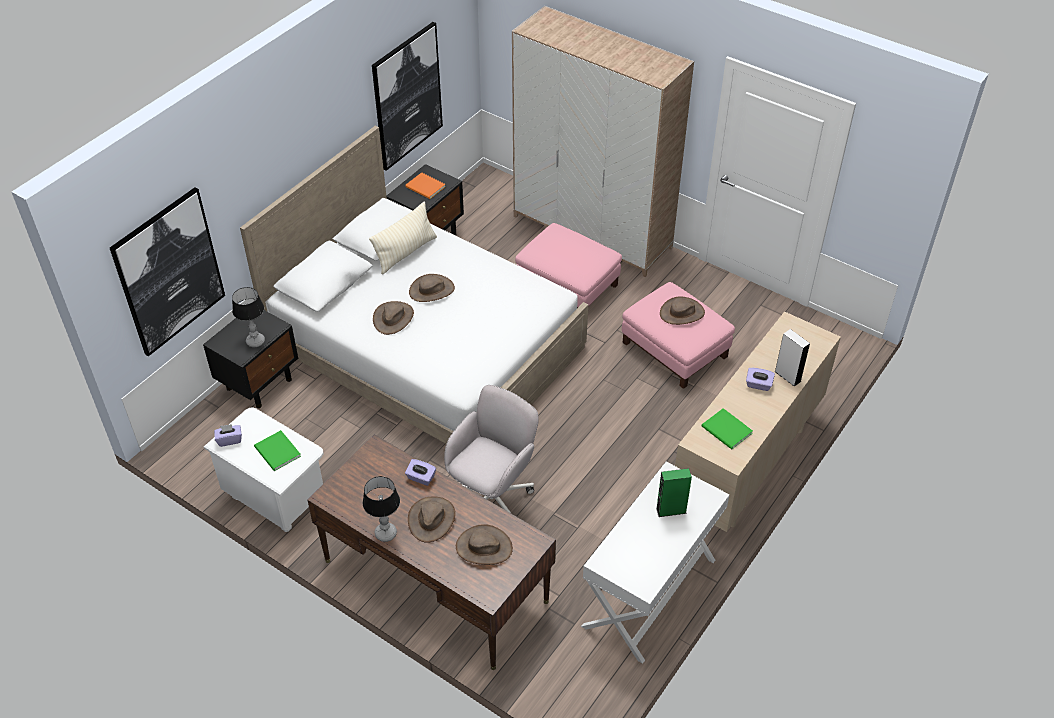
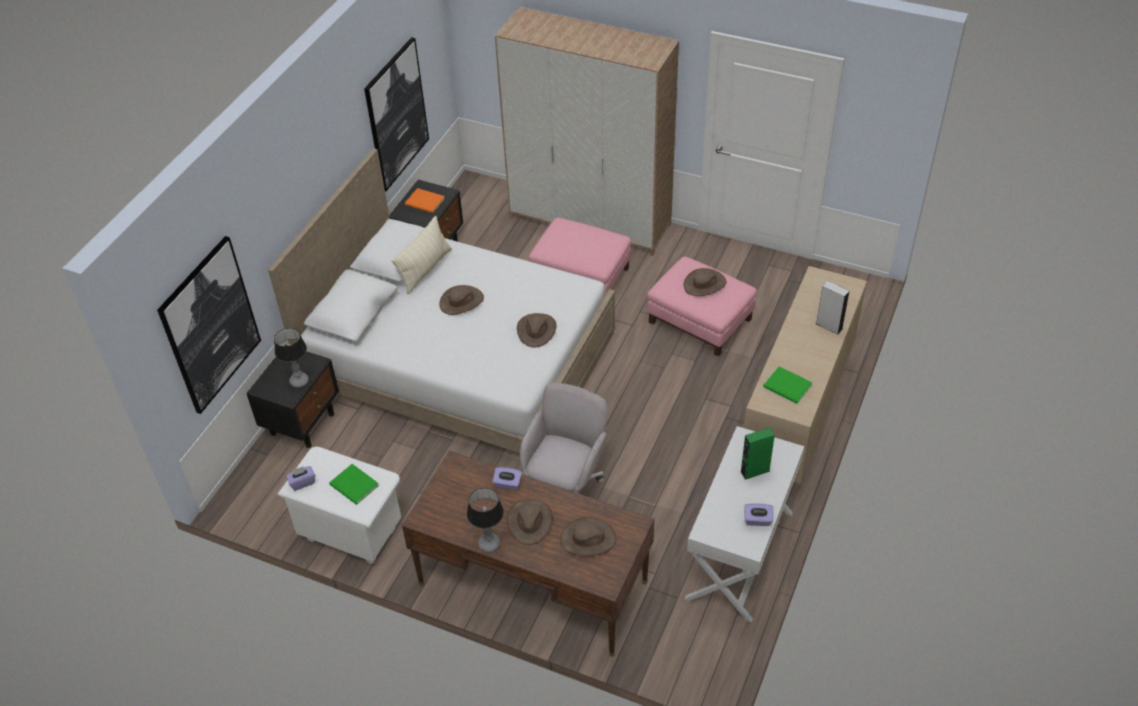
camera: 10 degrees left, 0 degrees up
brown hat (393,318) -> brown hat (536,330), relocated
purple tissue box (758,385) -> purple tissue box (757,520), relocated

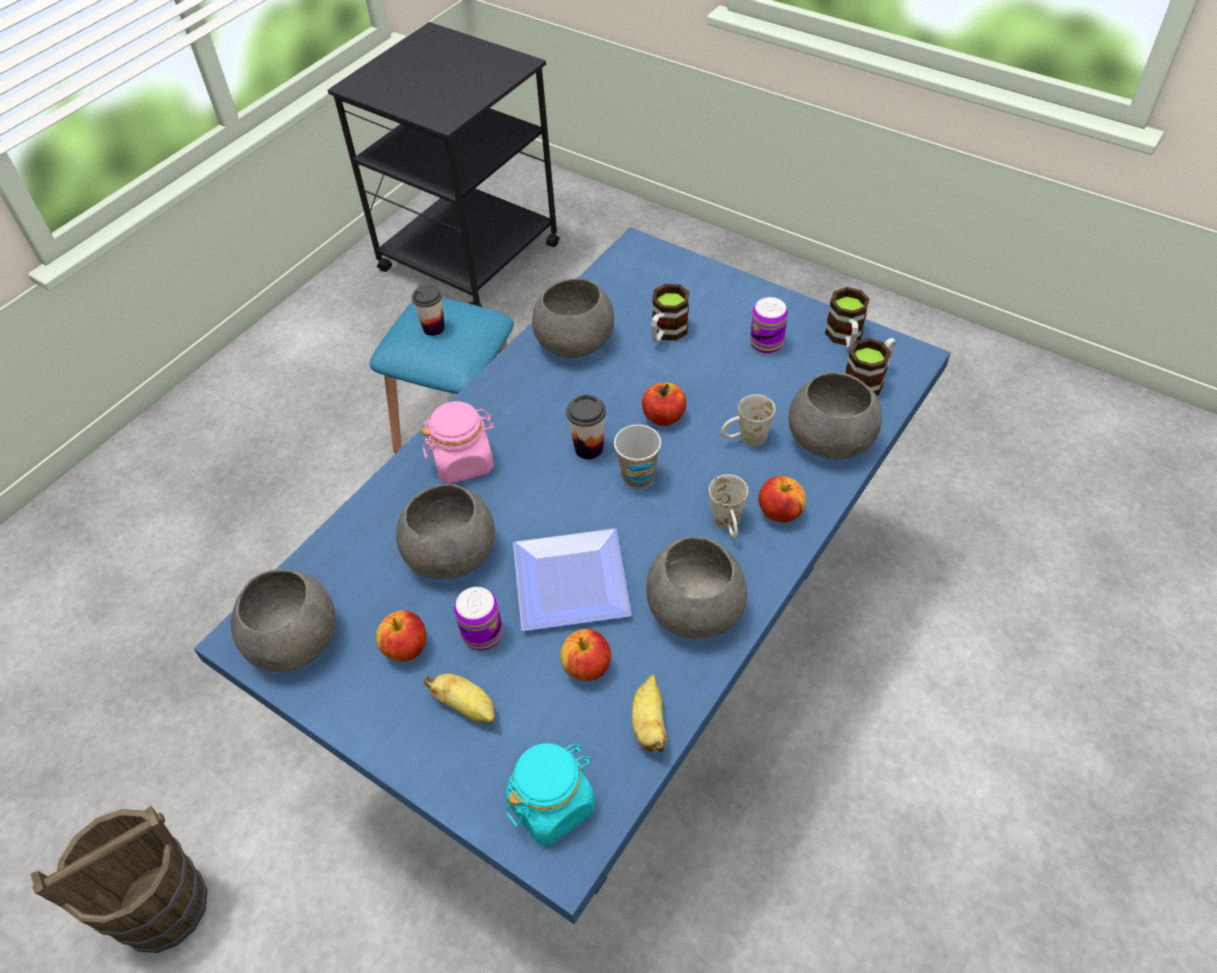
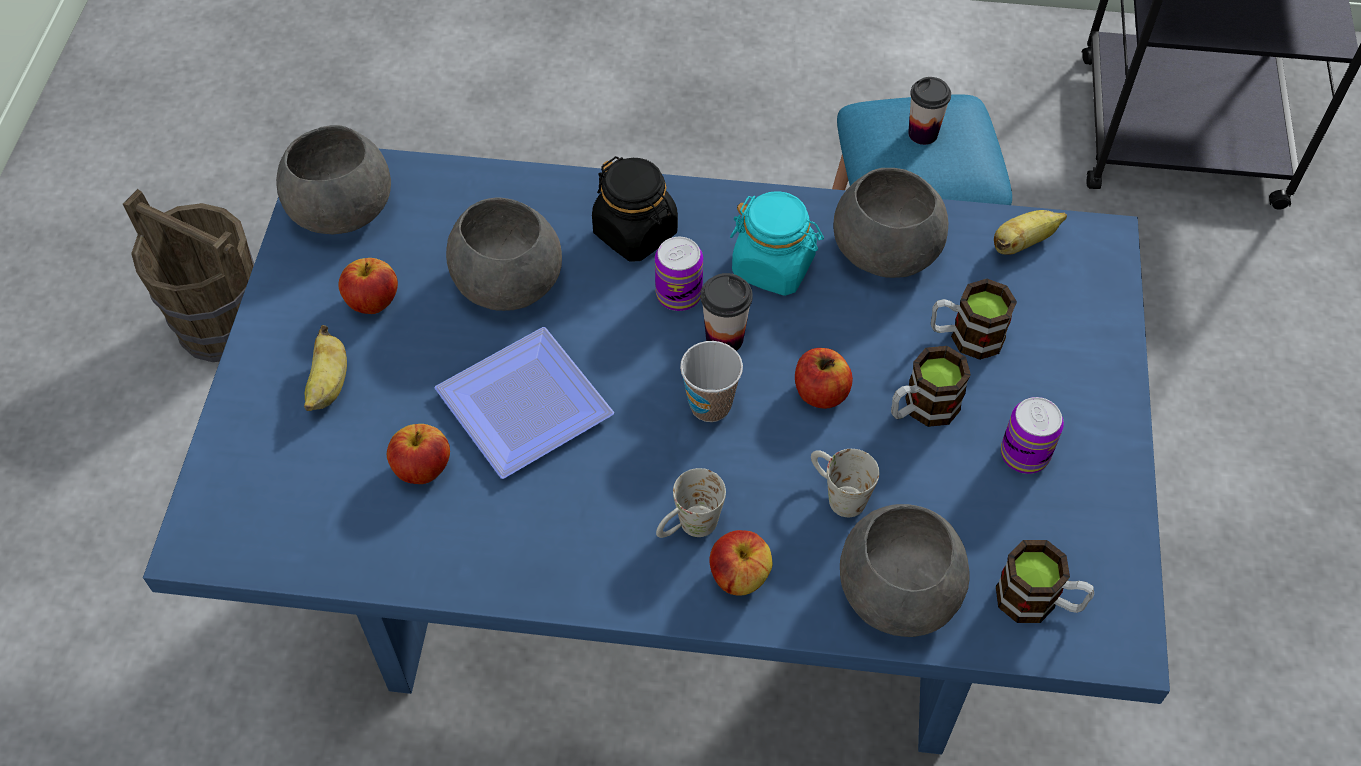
camera: 60 degrees right, 5 degrees up
pink jar (464,461) -> black jar (636,233)
can (482,634) -> can (679,294), relocated
turquoise jar (552,804) -> turquoise jar (774,266), relocated
mug (845,338) -> mug (922,409), relocated
banana (649,724) -> banana (1023,243), relocated
grey bowl (694,606) -> none

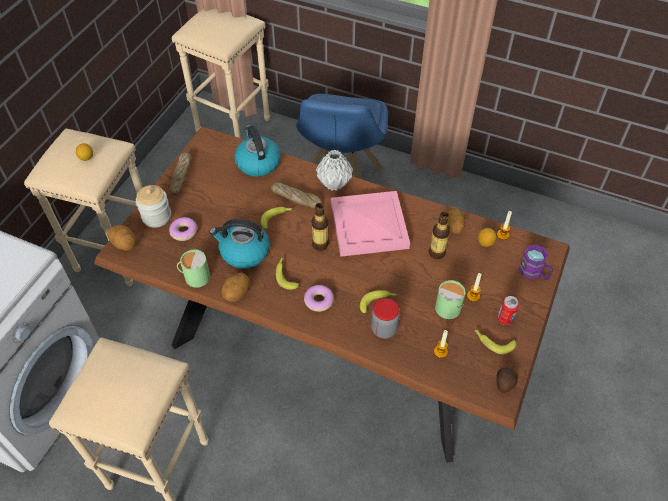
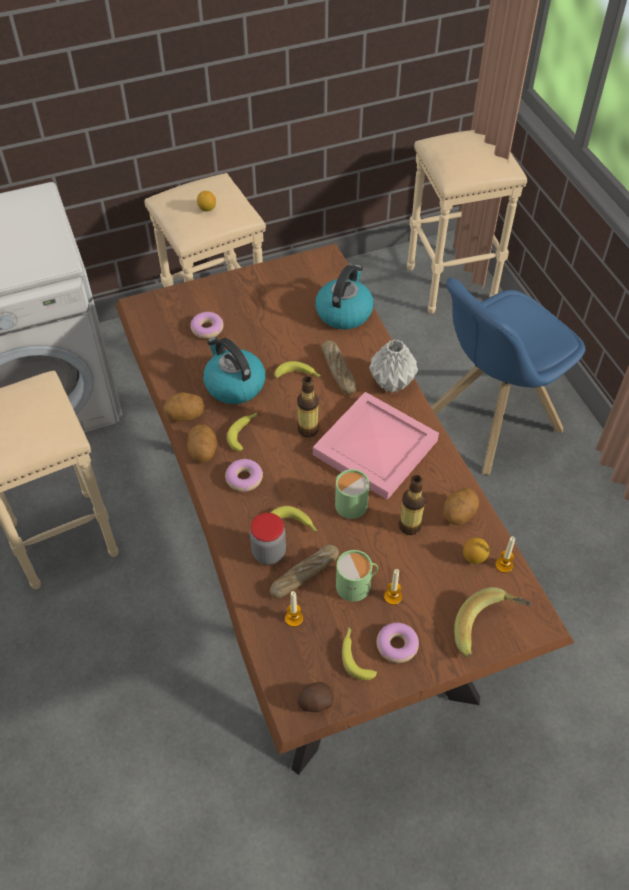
camera: 45 degrees right, 0 degrees up
potato (124,244) -> potato (203,452), relocated
bread (181,176) -> bread (305,575), relocated
green mug (194,276) -> green mug (349,502), relocated
can (505,318) -> donut (397,645)
purple mug (534,273) -> banana (488,630)
jar (156,216) -> none

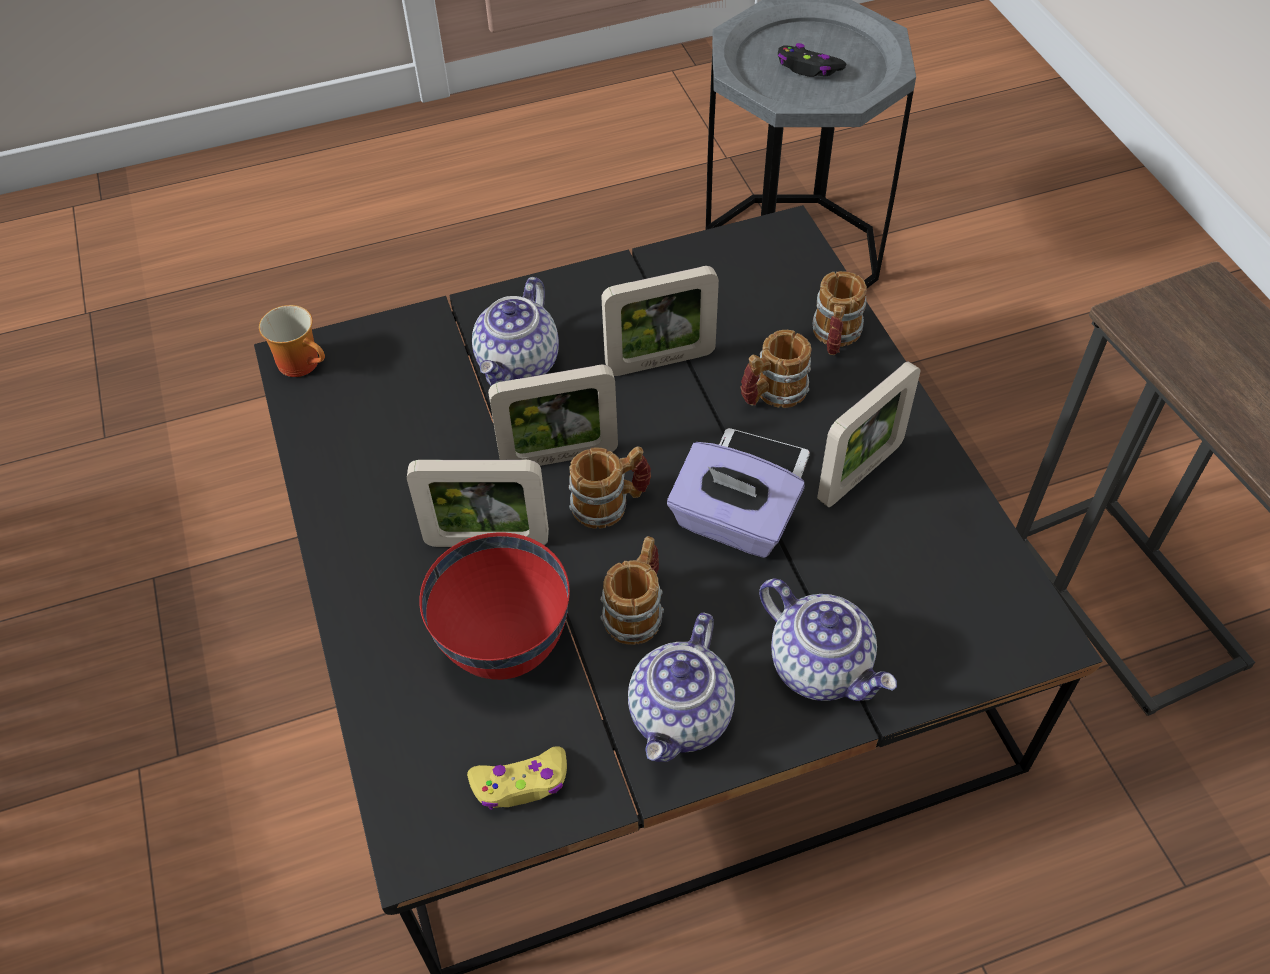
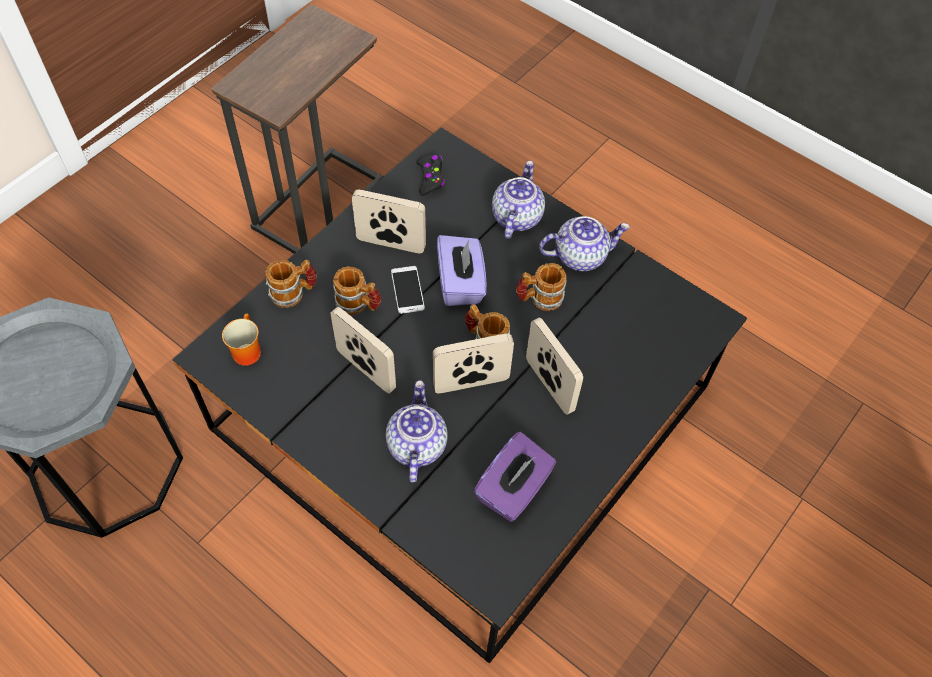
camera: 125 degrees left, 5 degrees up
mug (304,362) -> mug (245,350), relocated
teapot (519,365) -> teapot (416,445), 75 degrees counterclockwise
black game controller (808,68) -> black game controller (430,178), relocated
picture frame (559,457) -> picture frame (471,383), 60 degrees counterclockwise
none -> purple tissue box (513,489)
red bowl (506,645) -> none
yellow game controller (521,784) -> none

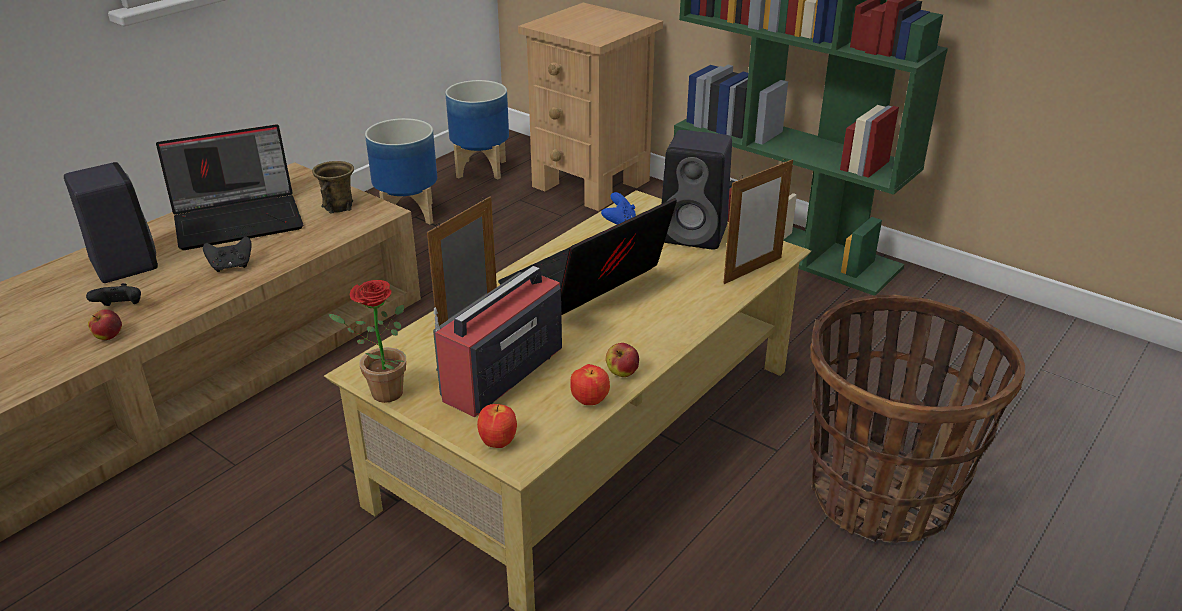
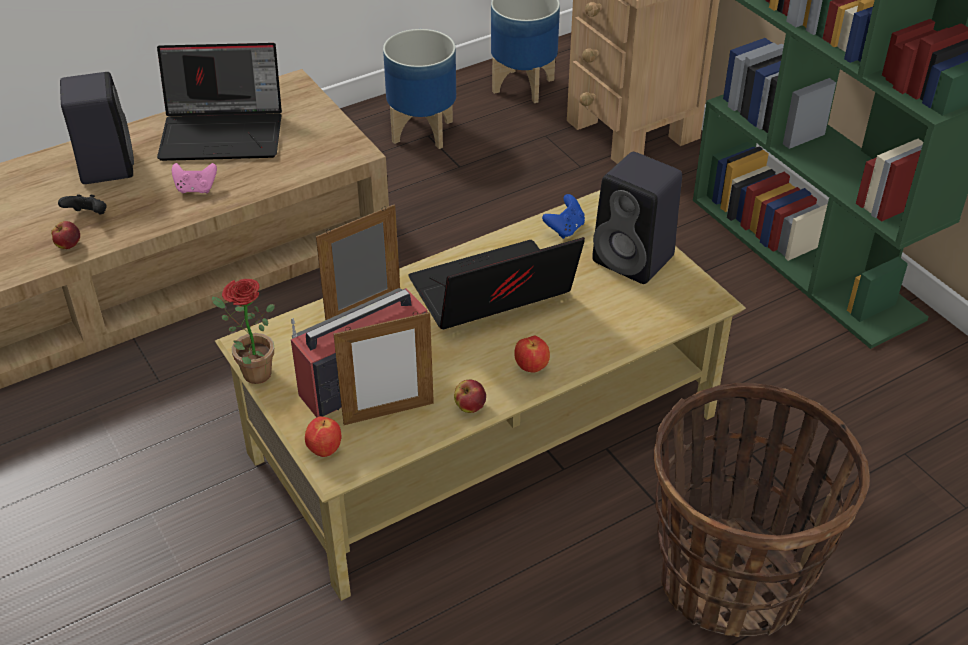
camera: 20 degrees right, 10 degrees up
black game controller (231,266) -> pink game controller (196,189)
picture frame (752,270) -> picture frame (388,413), relocated
apple (590,401) -> apple (531,368), relocated
brown mug (339,206) -> none

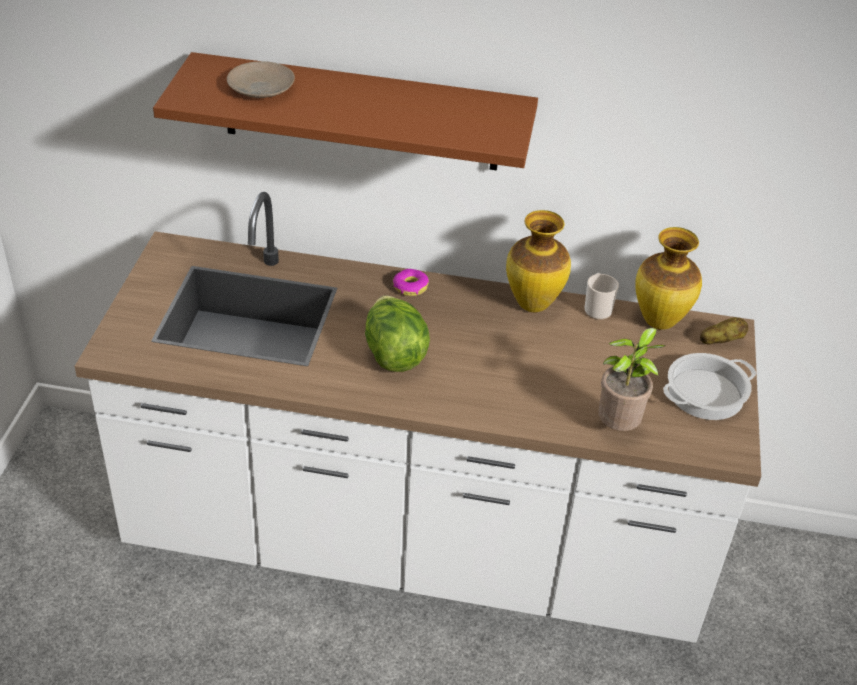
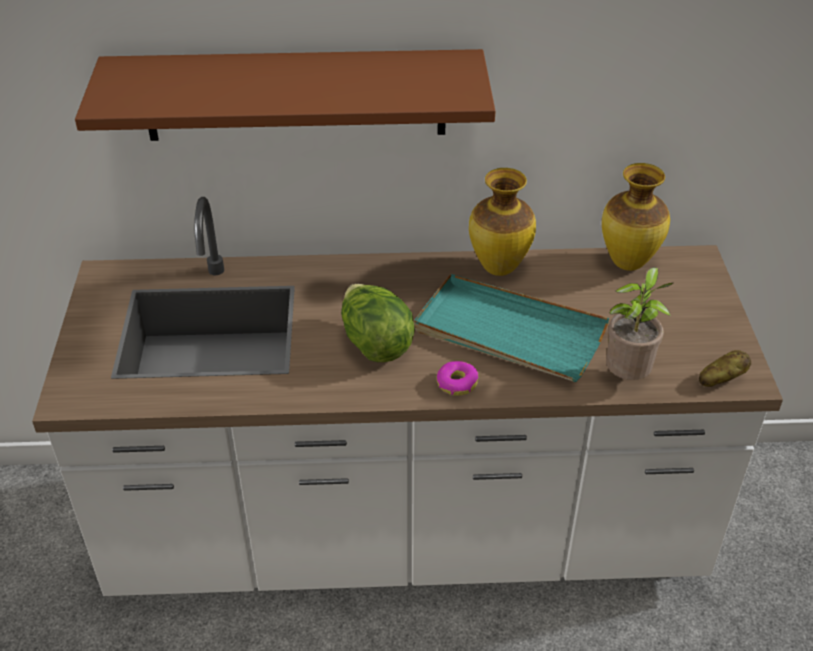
camera: 10 degrees left, 0 degrees up
none -> turquoise tray (508,332)
donut (410,287) -> donut (456,383), relocated
potato (721,341) -> potato (721,379), relocated
beige plate (261,88) -> none
mug (597,308) -> none
cooking pot (705,394) -> none

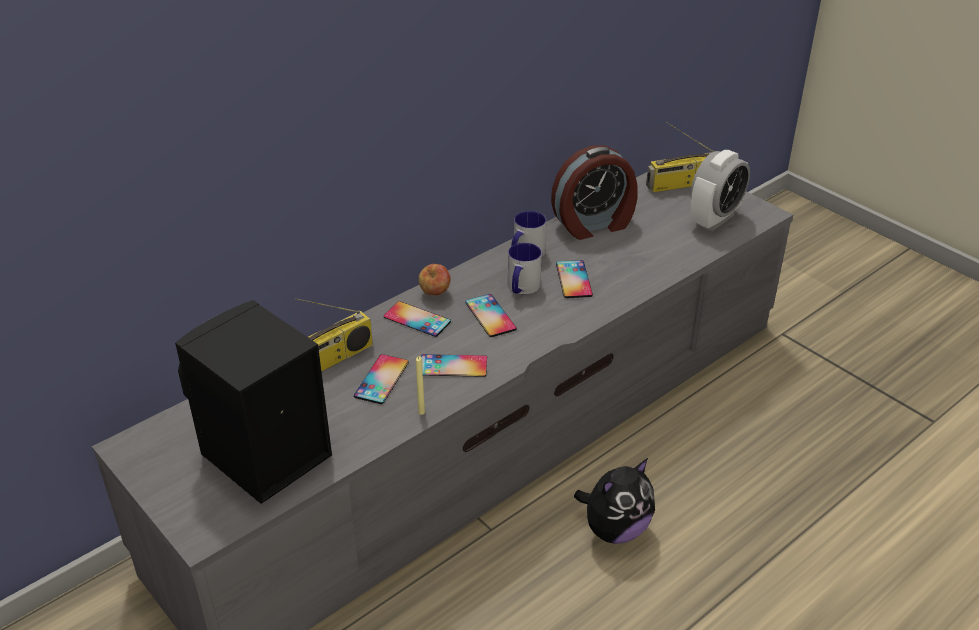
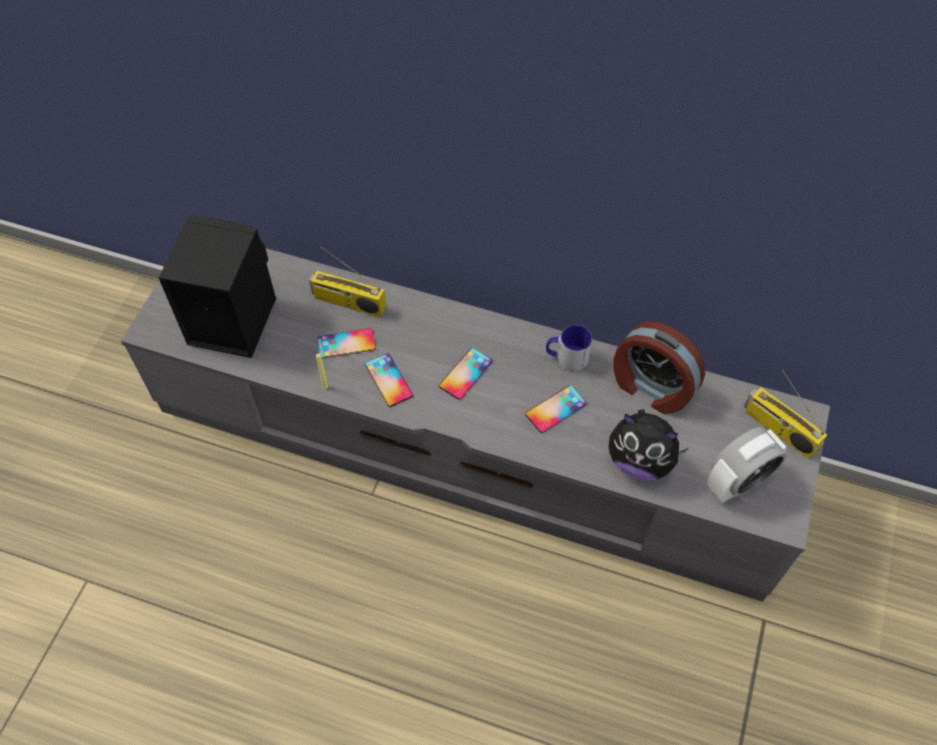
camera: 60 degrees right, 20 degrees up
plush toy (615,529) -> plush toy (640,461), relocated
alarm clock (714,219) -> alarm clock (737,482), 45 degrees counterclockwise
phone (417,319) -> none
apple (435,293) -> none
mug (521,288) -> none

